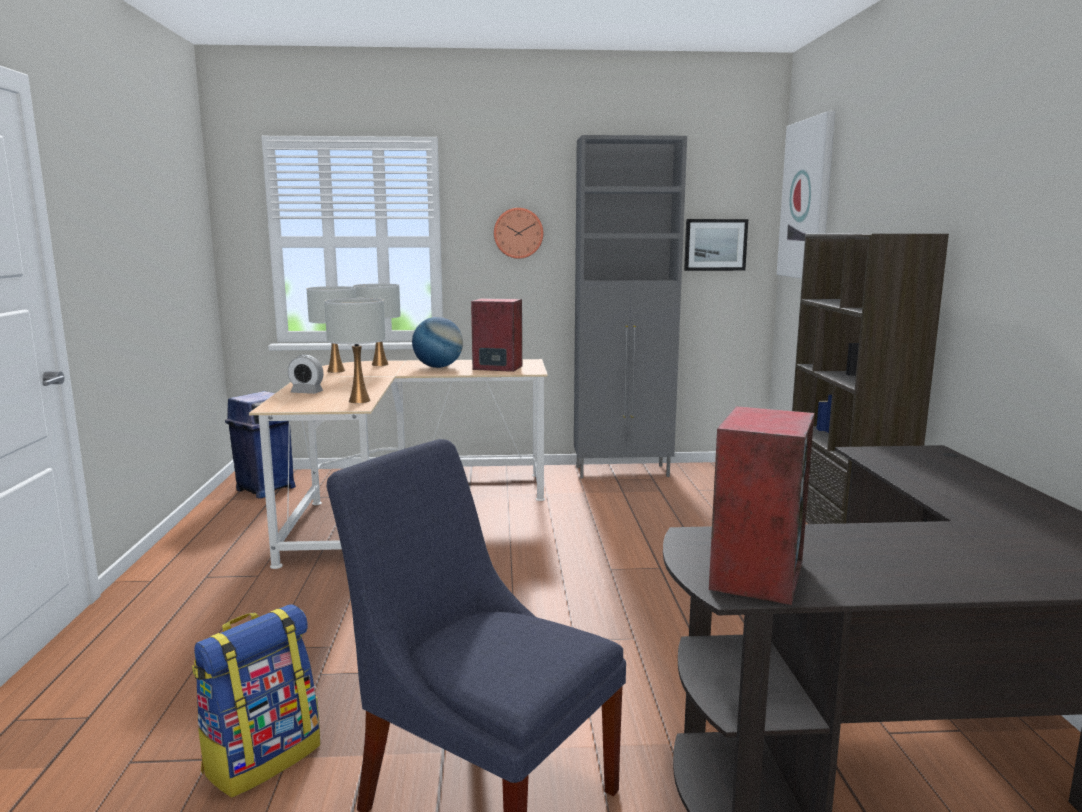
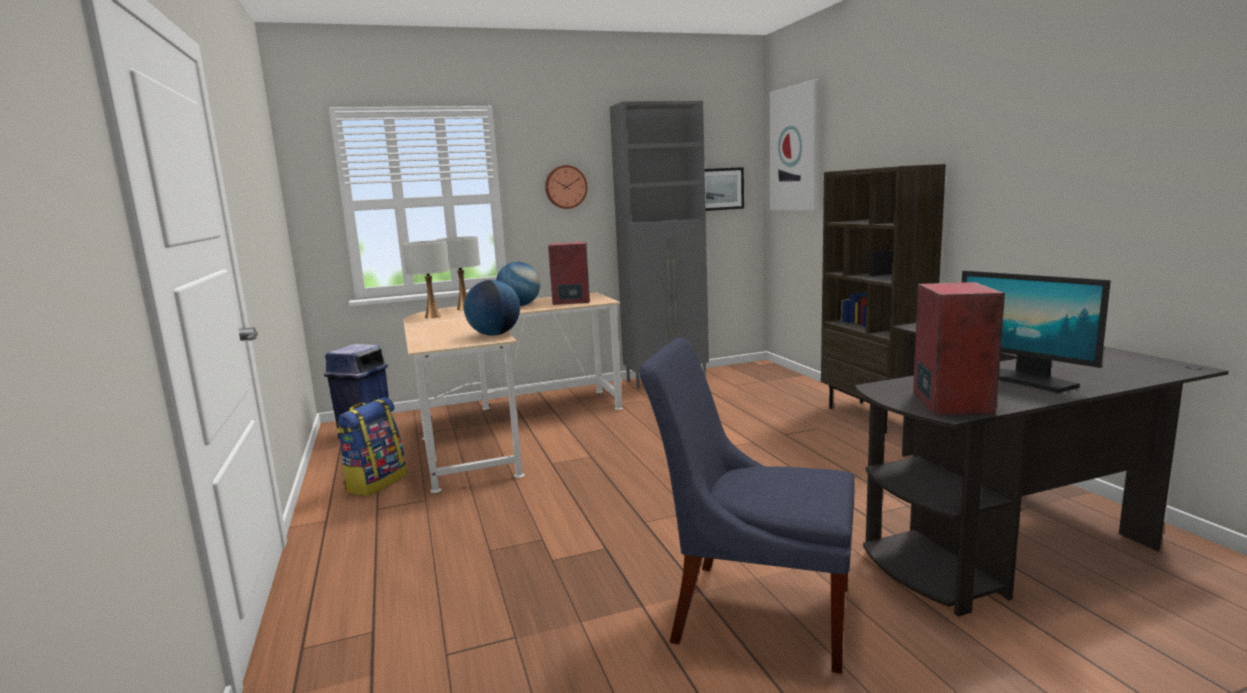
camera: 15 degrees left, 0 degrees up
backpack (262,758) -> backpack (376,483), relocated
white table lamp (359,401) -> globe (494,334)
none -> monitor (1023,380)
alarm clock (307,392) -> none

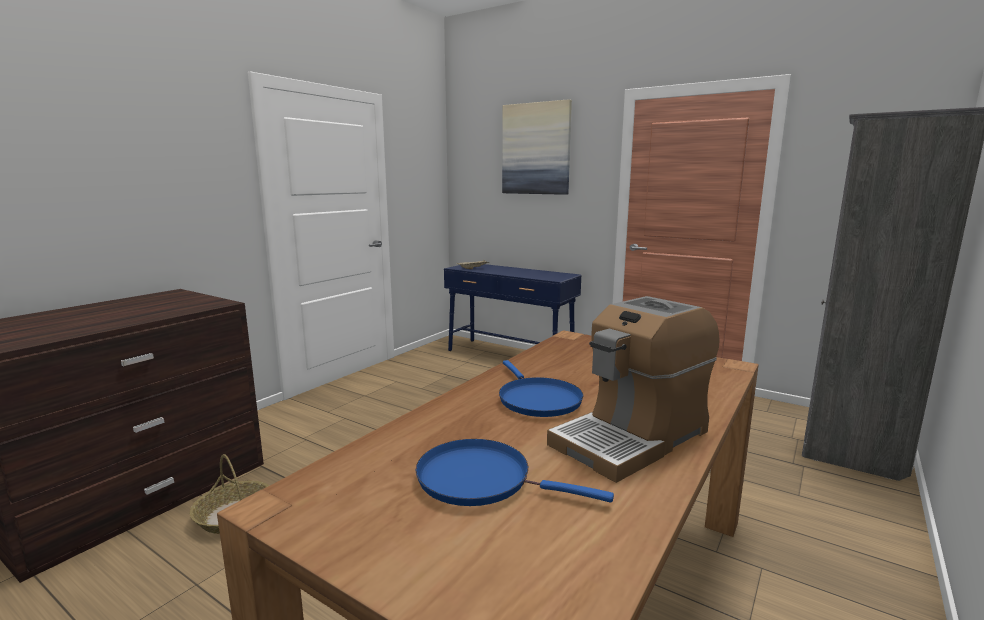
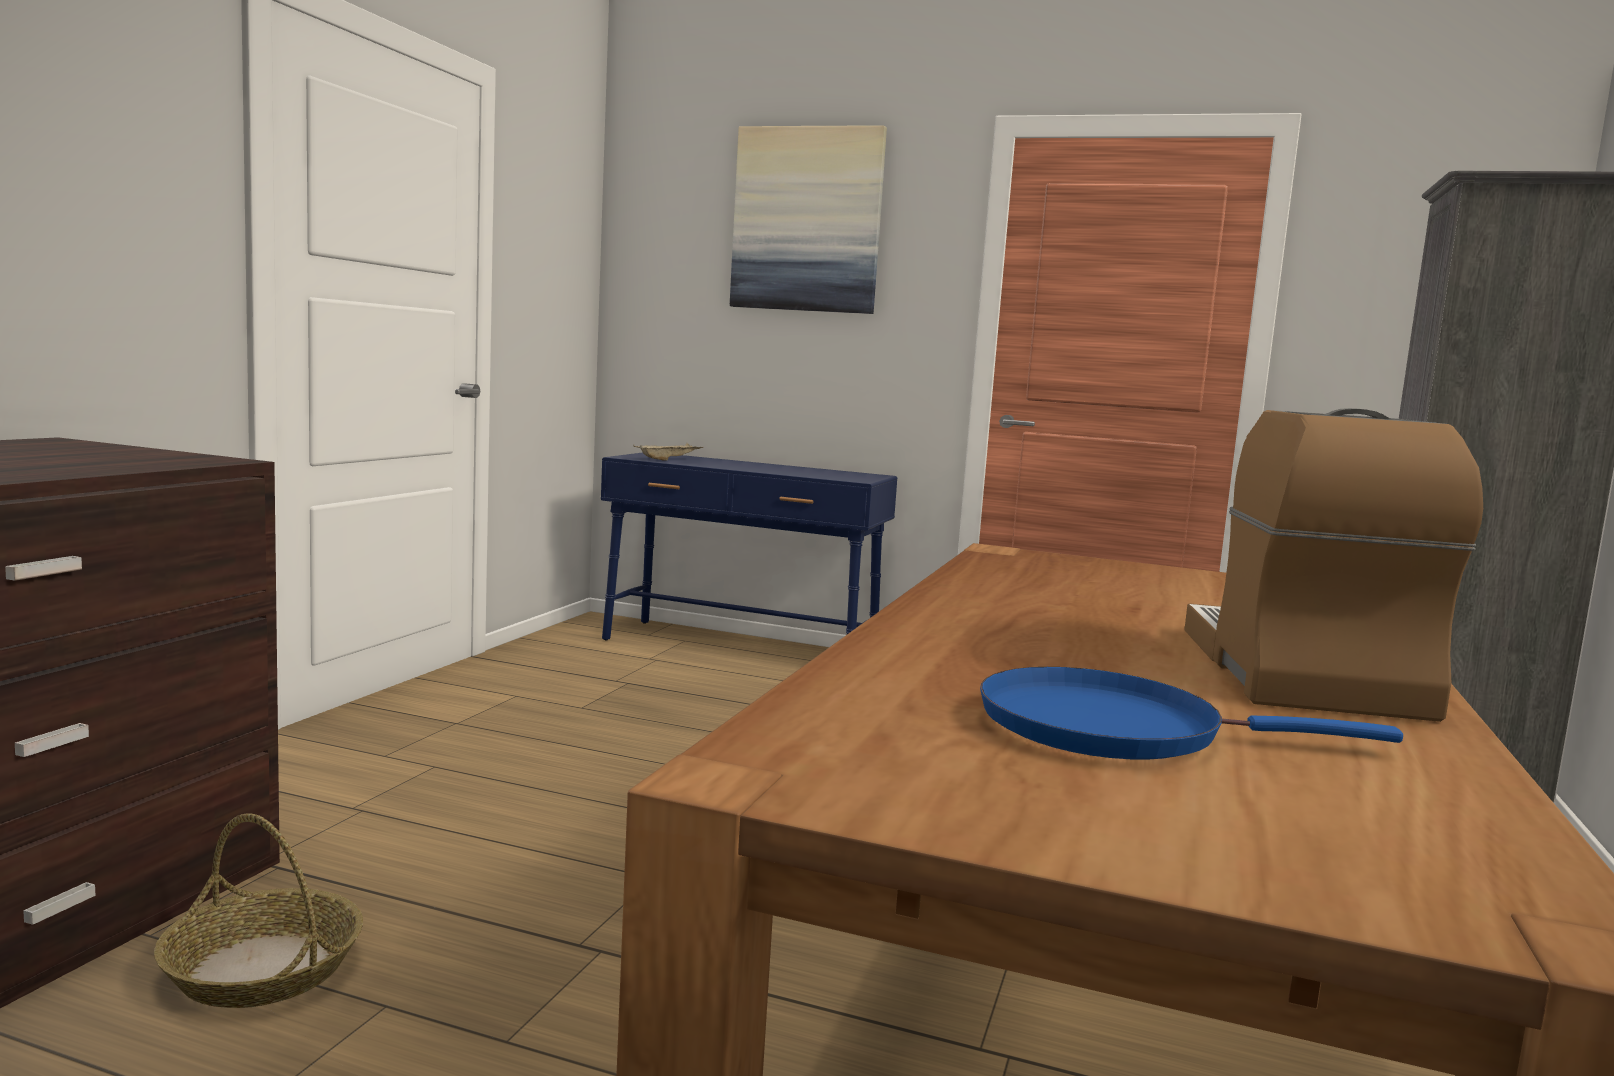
camera: 15 degrees left, 5 degrees down
coffee machine (631,437) -> coffee machine (1299,673), 150 degrees clockwise
blue frying pan (537,399) -> none

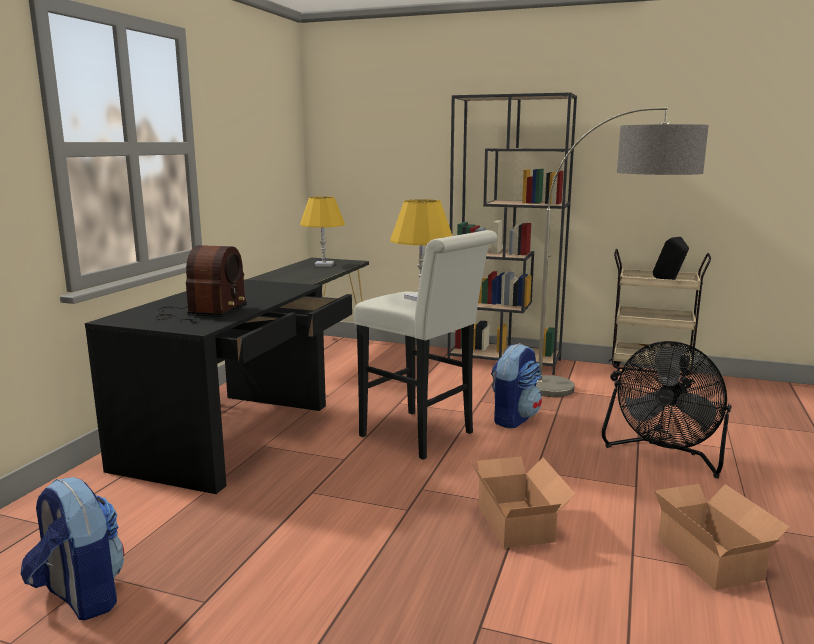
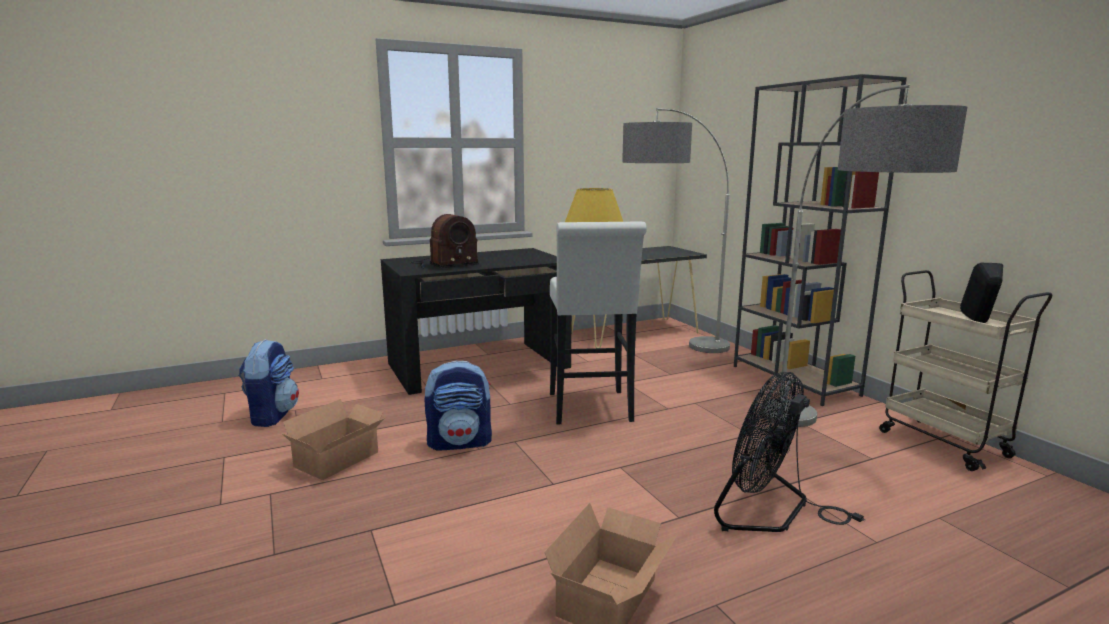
camera: 45 degrees right, 0 degrees up
cardboard box (517,522) -> cardboard box (340,459), relocated
backpack (514,418) -> backpack (460,442), relocated
none -> floor lamp (668,353)
black fan (662,452) -> black fan (777,507), 45 degrees clockwise
yellow table lamp (324,265) -> none

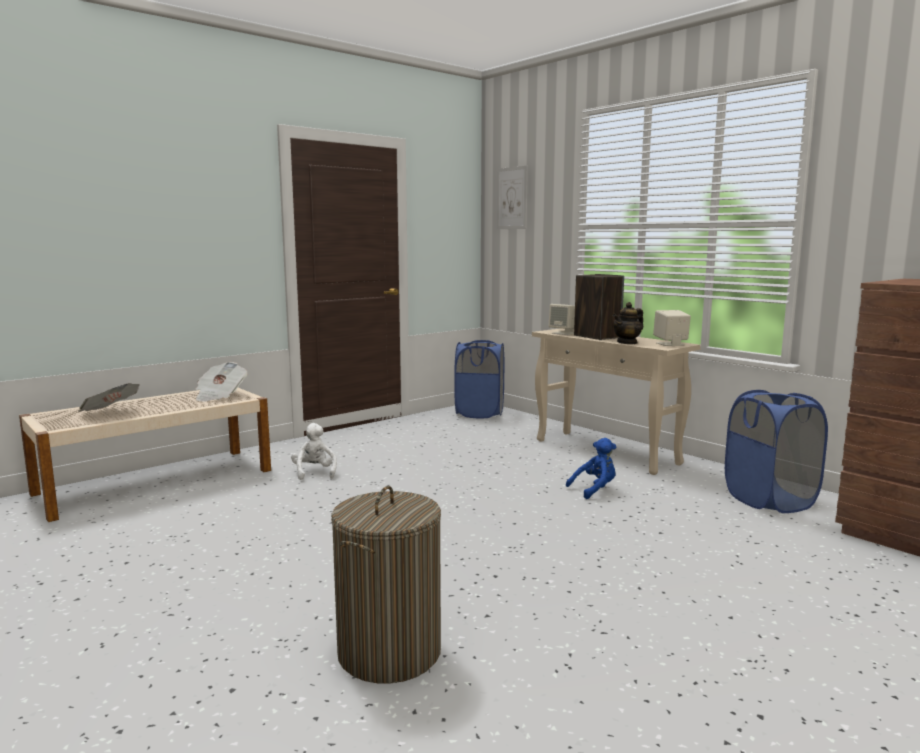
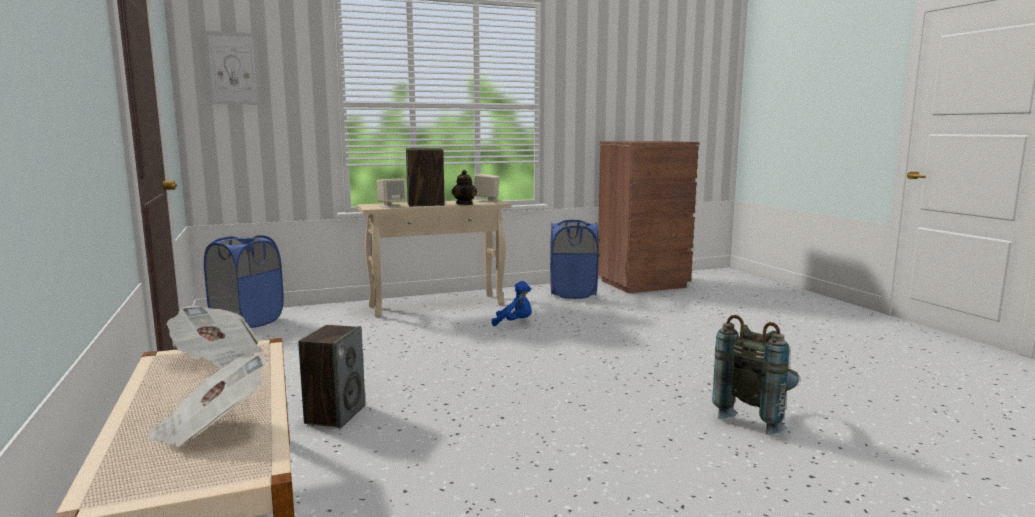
camera: 70 degrees left, 0 degrees up
white plush toy (314,473) -> speaker (335,414)
blue plush toy (595,489) -> blue plush toy (514,323), 105 degrees clockwise
laundry basket (389,652) -> grey backpack (756,417)

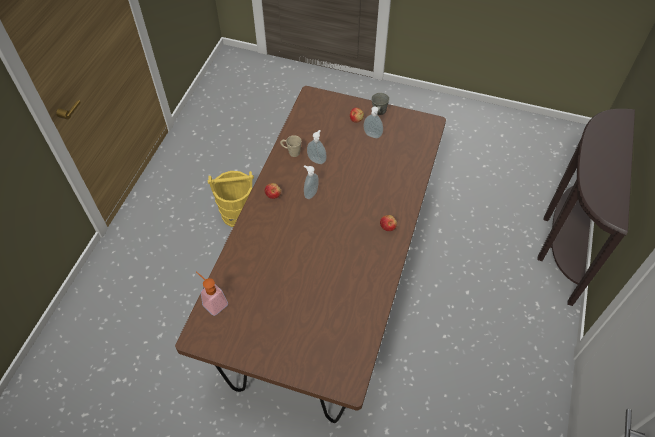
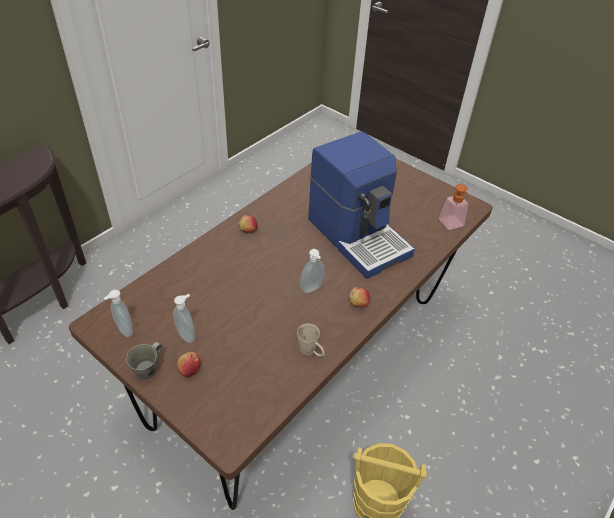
camera: 160 degrees left, 10 degrees down
soap dispenser (317,160) -> soap dispenser (124,331), relocated
none -> coffee machine (359,236)

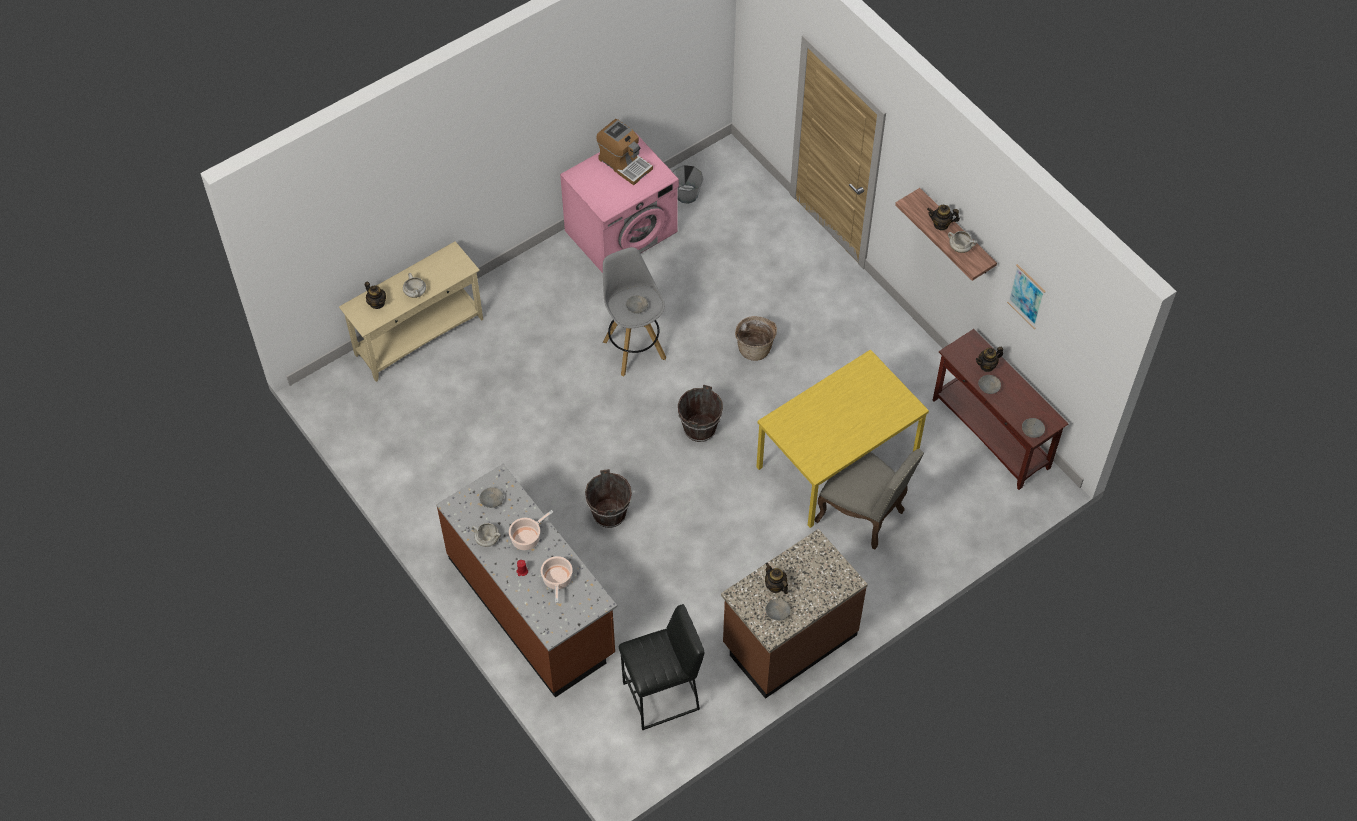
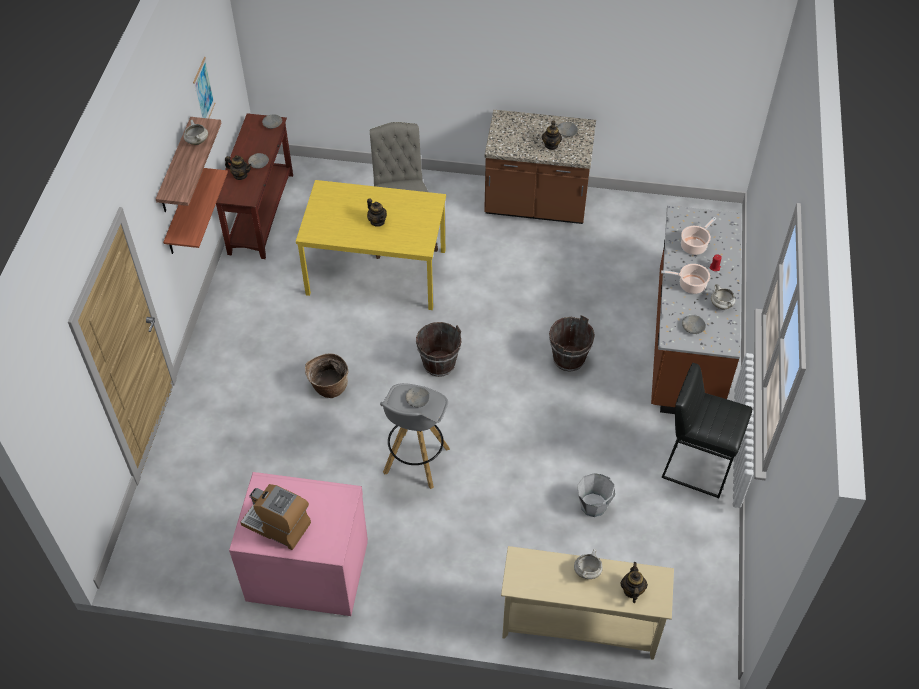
camera: 135 degrees left, 5 degrees down
none -> shelf (181,213)
coffee machine (624,163) -> coffee machine (277,524), 60 degrees counterclockwise
teapot (941,224) -> teapot (377,221), relocated
grey bucket (686,194) -> grey bucket (593,505), relocated
black stool (662,696) -> black stool (696,466), relocated

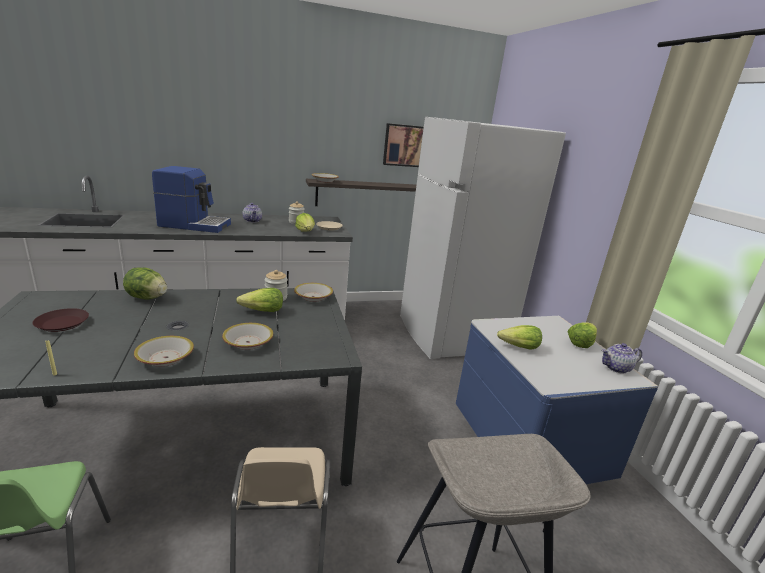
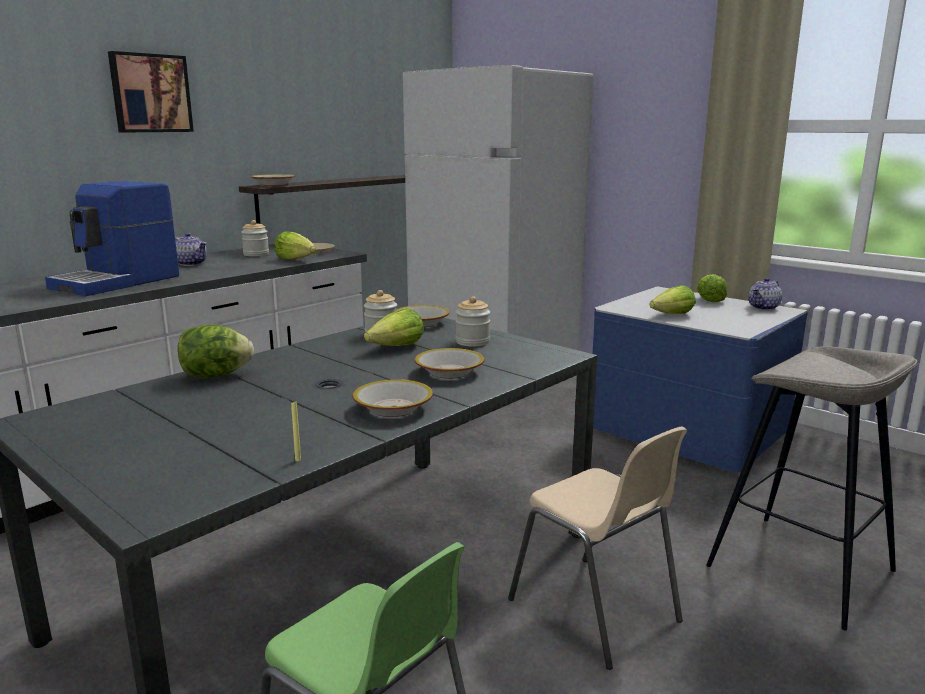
camera: 30 degrees left, 5 degrees down
coffee machine (194,225) -> coffee machine (118,282), 150 degrees clockwise
picture (403,145) -> picture (150,93), relocated
none -> jar (472,342)
brown plate (62,324) -> none

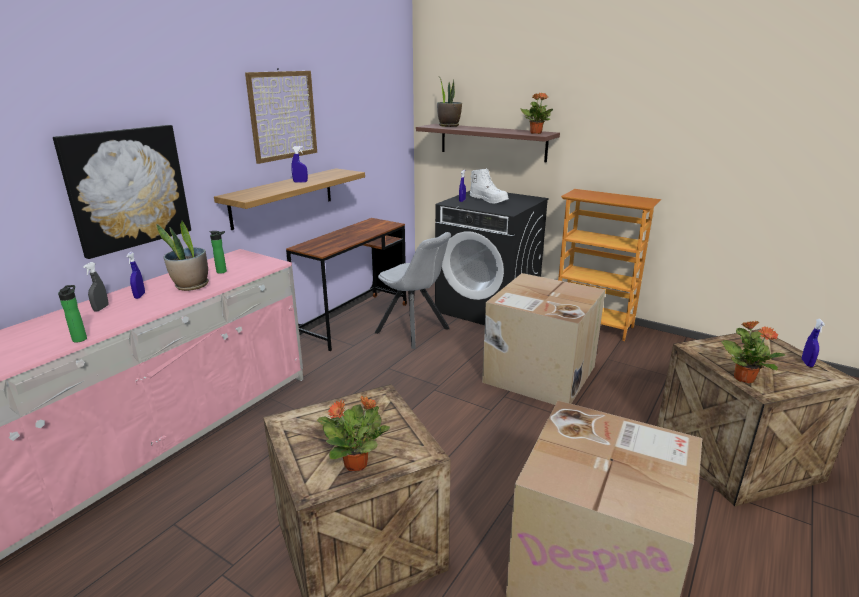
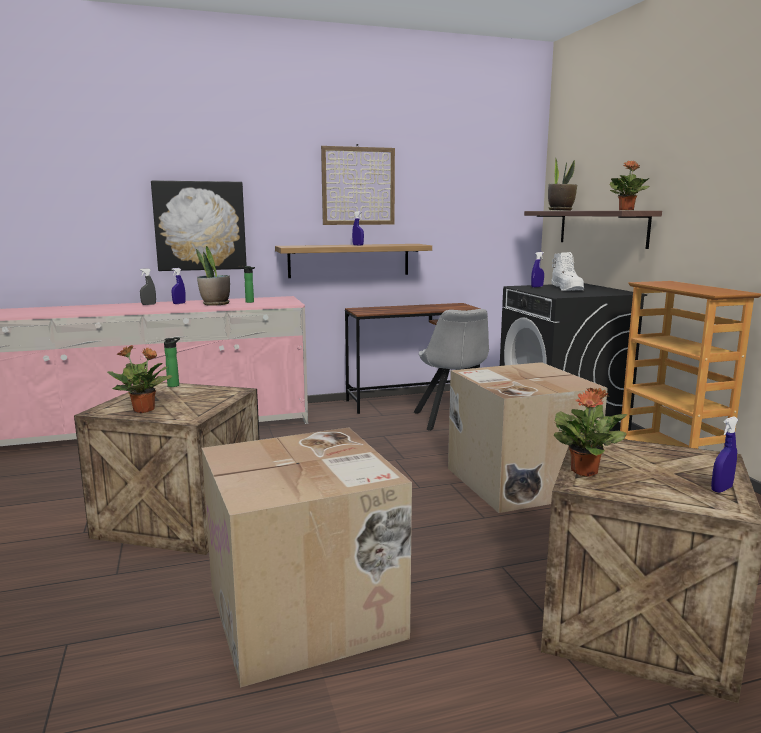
camera: 40 degrees right, 10 degrees down
bottle (80,338) -> bottle (175,385), relocated

